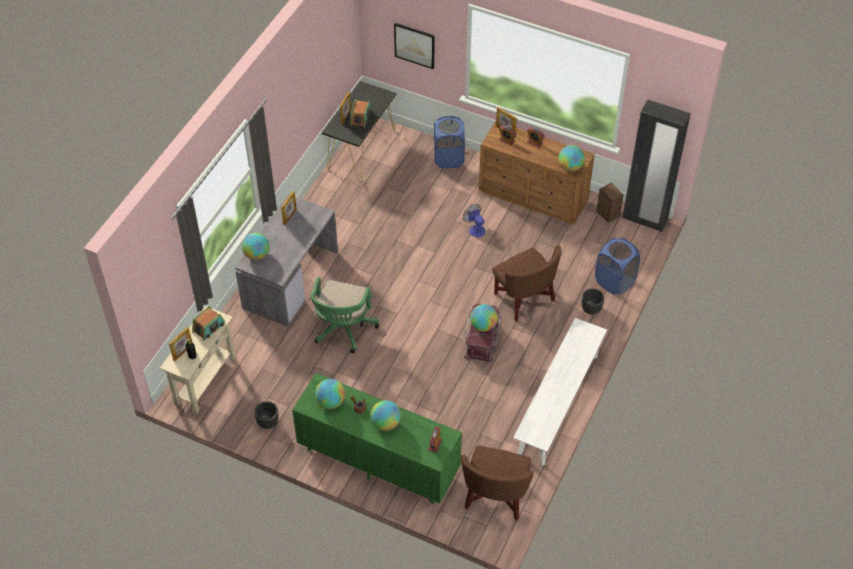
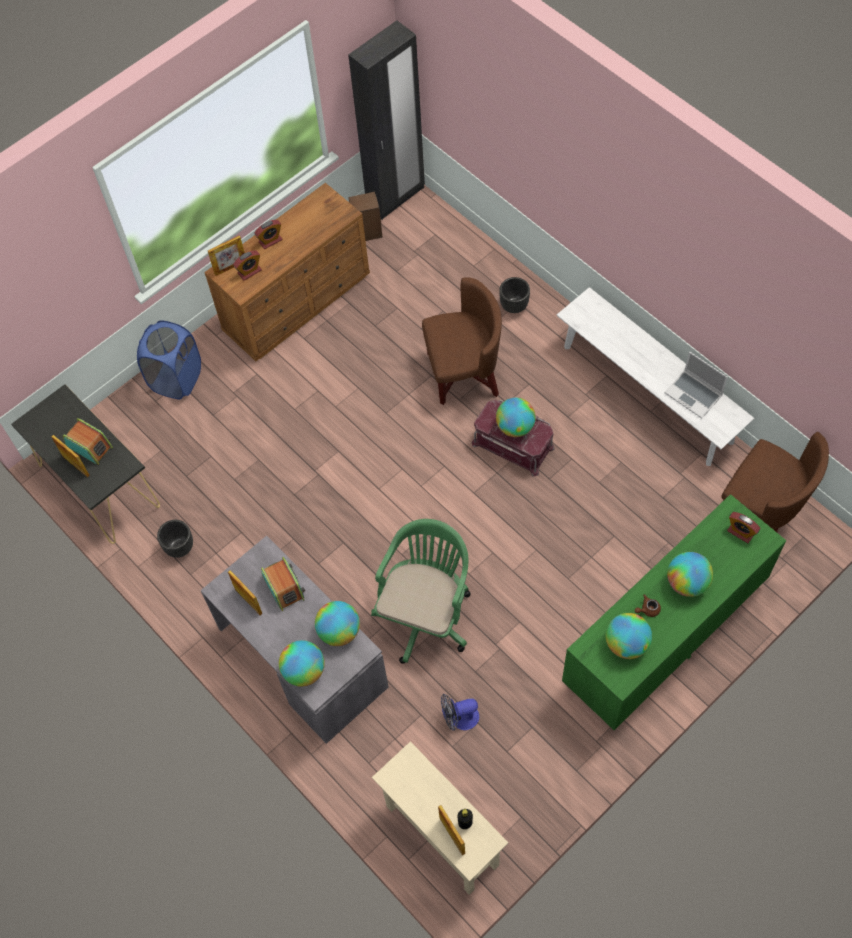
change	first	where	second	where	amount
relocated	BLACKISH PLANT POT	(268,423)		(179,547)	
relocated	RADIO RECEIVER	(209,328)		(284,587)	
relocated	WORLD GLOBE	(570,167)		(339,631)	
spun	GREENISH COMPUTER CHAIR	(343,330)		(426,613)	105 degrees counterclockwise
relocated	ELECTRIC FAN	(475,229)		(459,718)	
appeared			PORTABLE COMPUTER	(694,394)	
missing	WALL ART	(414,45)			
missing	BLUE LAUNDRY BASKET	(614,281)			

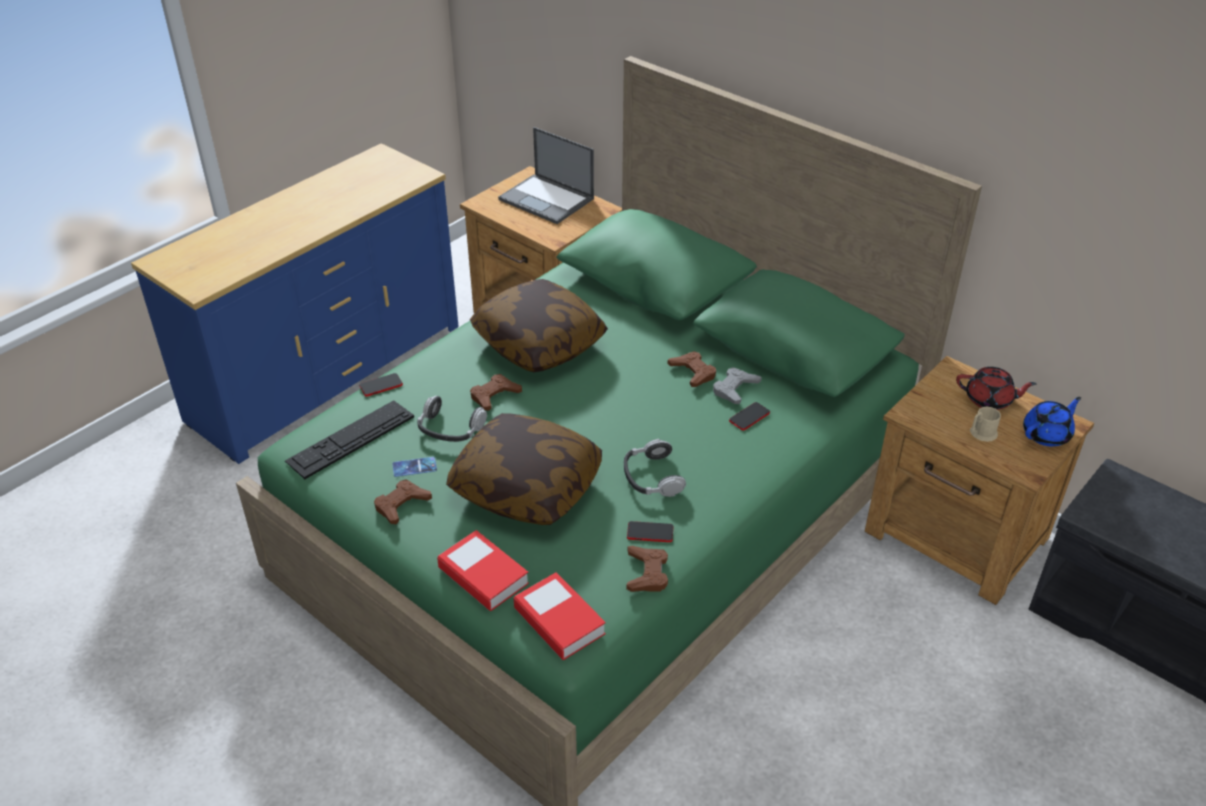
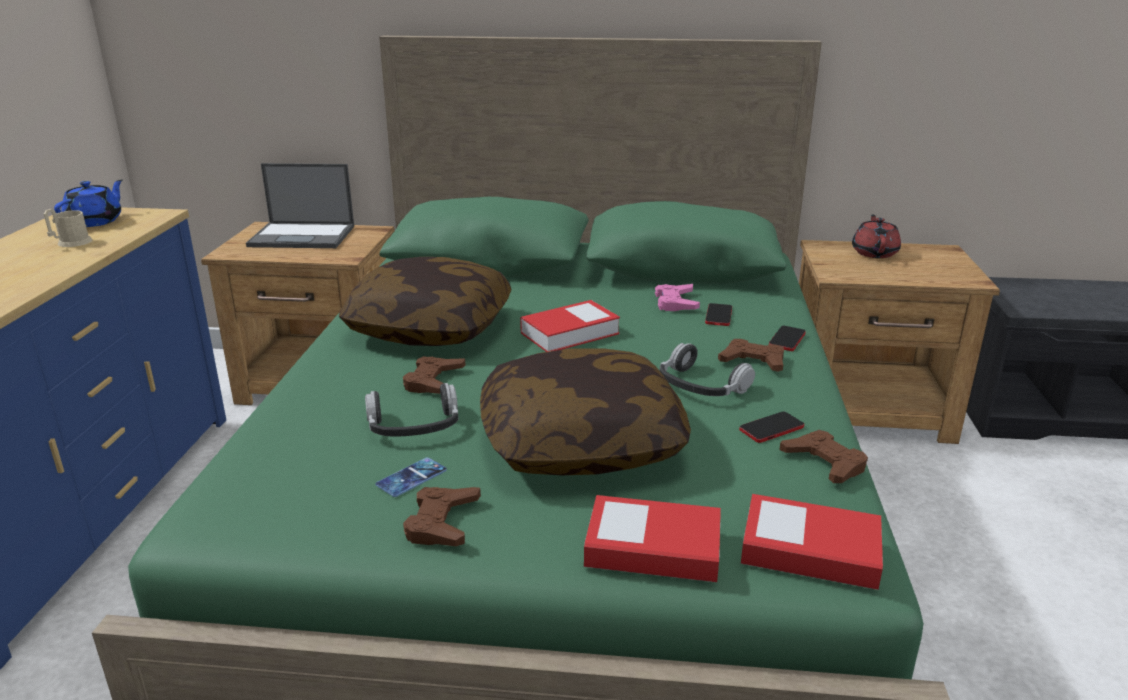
change	first	where	second	where	amount
relocated	BEIGE-COLOURED MUG	(981,434)		(70,243)	
relocated	BLUE TEA POT	(1047,434)		(96,221)	
appeared			BOOK	(570,333)	
colour	GRAY JOYPAD	(735,389)	PINK JOYPAD	(675,302)	
relocated	BROWNISH JOYPAD	(693,372)		(753,361)	
relocated	HANDSET	(381,385)		(787,339)	
spun	RED TEA POT	(989,400)		(874,253)	60 degrees counterclockwise
missing	COMPUTER KEYBOARD	(350,438)			

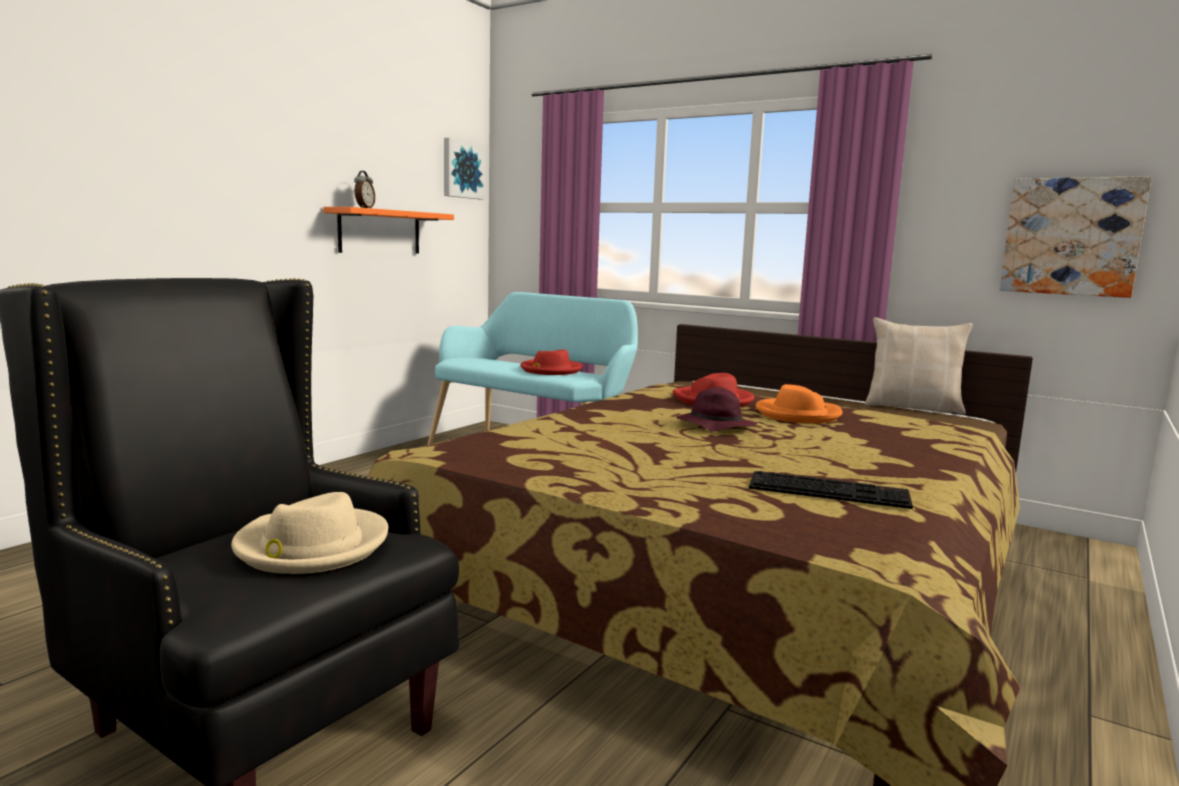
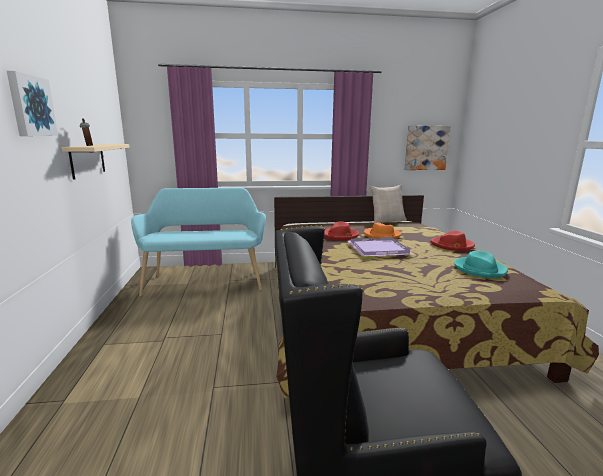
change	first	where	second	where	amount
relocated	WALL ART	(462,169)		(31,106)	
colour	ORANGE SHELF	(379,232)	BEIGE-COLOURED SHELF	(87,160)	
exchanged	PURPLE WEARABLE HAT	(714,426)	PURPLE SERVING TRAY	(378,250)	
relocated	RED WEARABLE HAT	(550,370)		(452,245)	
exchanged	COMPUTER KEYBOARD	(830,490)	TURQUOISE WEARABLE HAT	(480,269)	
missing	BEIGE-COLOURED WEARABLE HAT	(311,546)			

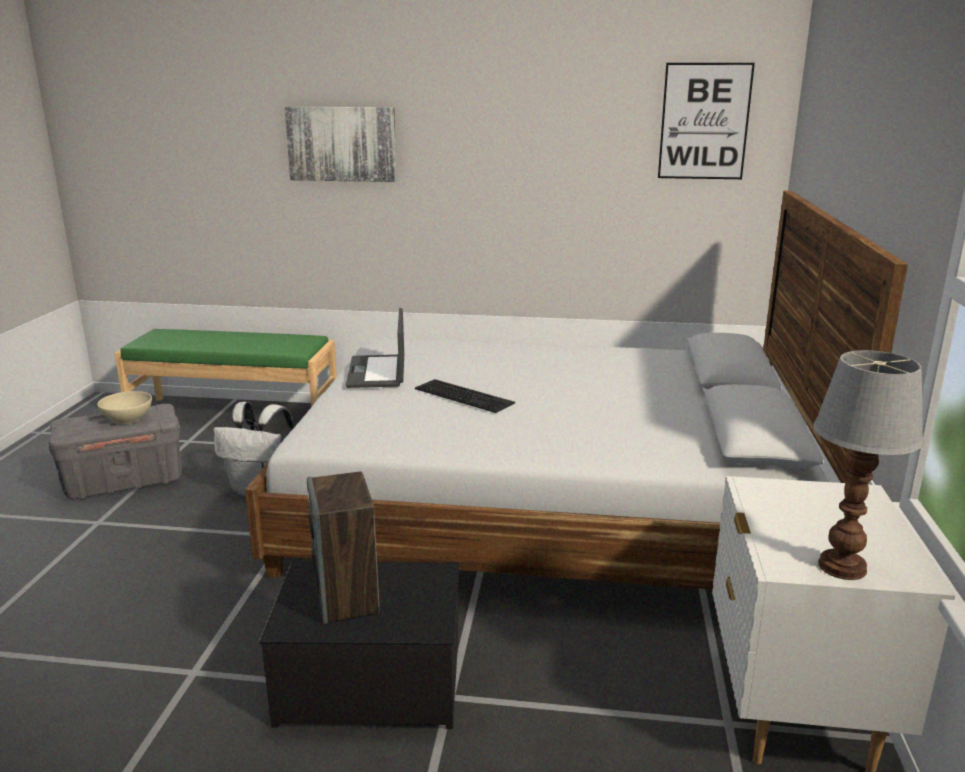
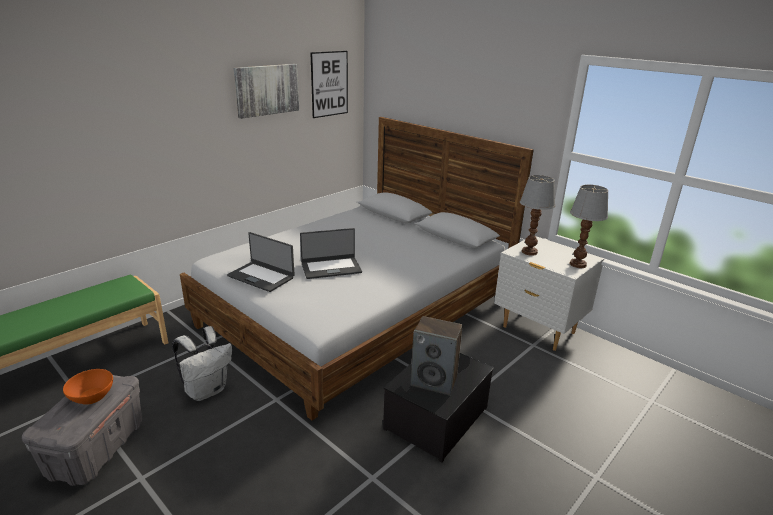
change	first	where	second	where	amount
colour	BEIGE-COLOURED SERVING BOWL	(128,418)	ORANGE SERVING BOWL	(92,396)	
relocated	WALL ART	(342,144)		(267,90)	
exchanged	COMPUTER KEYBOARD	(465,395)	PORTABLE COMPUTER	(331,268)	
appeared			TABLE LAMP	(528,252)	

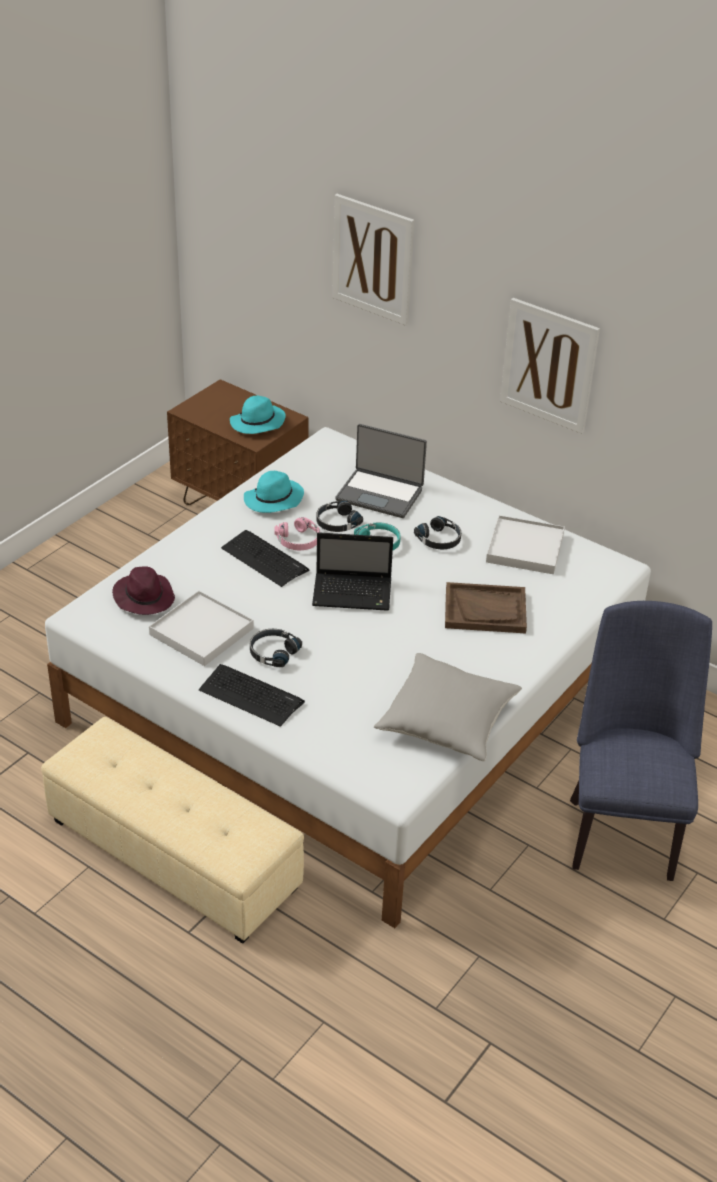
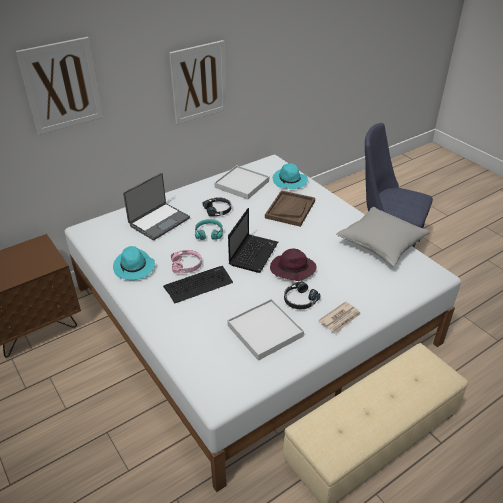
change	first	where	second	where	amount
relocated	PURPLE WEARABLE HAT	(143,597)		(292,269)	
relocated	TURQUOISE WEARABLE HAT	(257,423)		(290,181)	
exchanged	COMPUTER KEYBOARD	(251,696)	PRINTED PAPER	(340,319)	
missing	BLACKISH HEADSET	(337,522)			

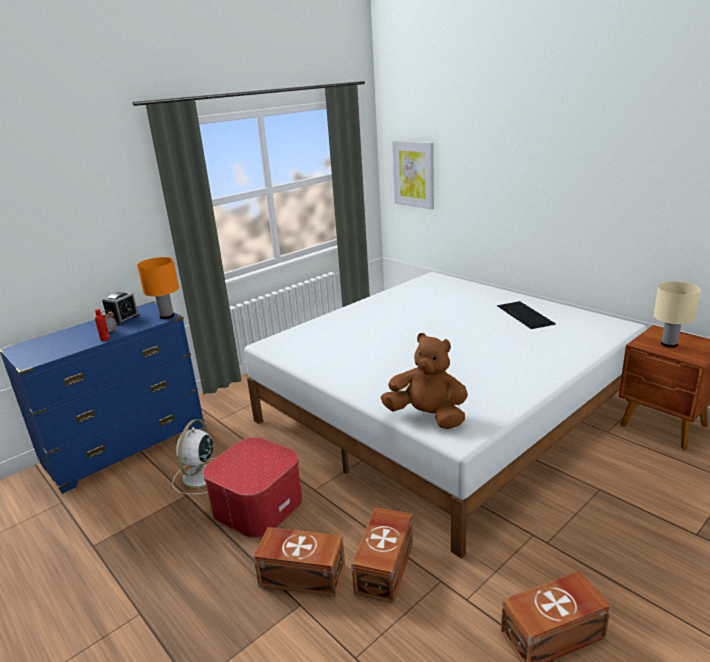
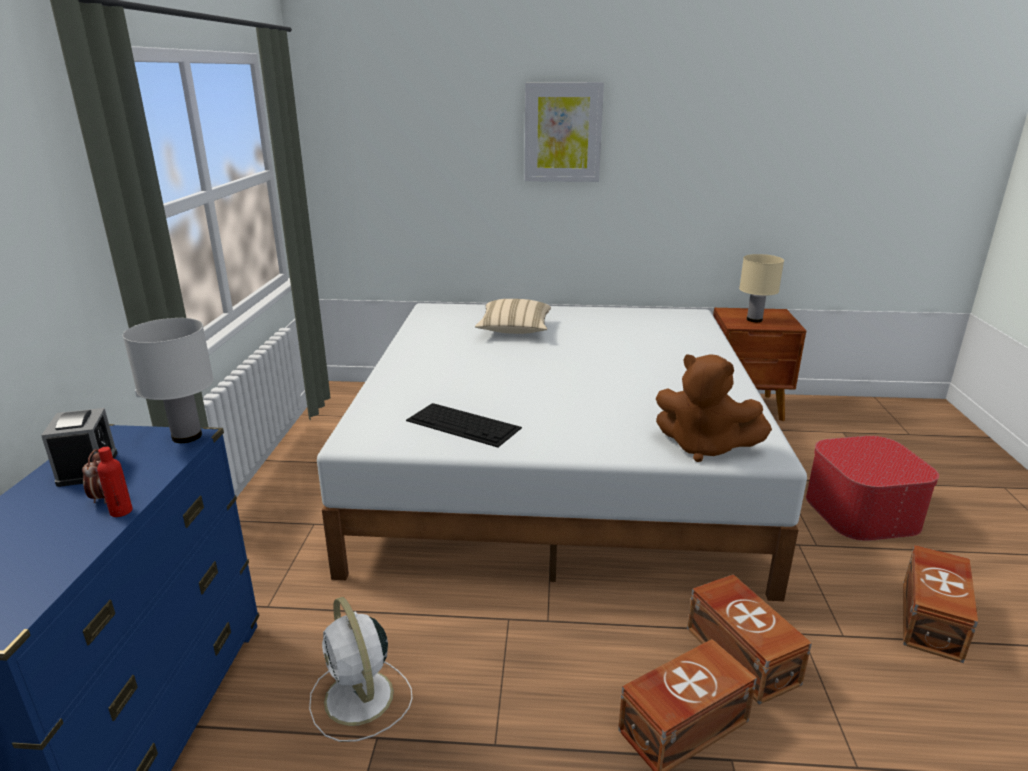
change	first	where	second	where	amount
colour	ORANGE TABLE LAMP	(167,316)	WHITE TABLE LAMP	(188,436)	
relocated	COMPUTER KEYBOARD	(525,315)		(464,424)	
appeared			BEIGE-COLOURED PILLOW	(514,330)	
relocated	WALL ART	(414,174)		(563,132)	
spun	BROWNISH PLUSH TOY	(427,416)		(703,447)	135 degrees counterclockwise
relocated	FOOTREST	(257,504)		(861,511)	

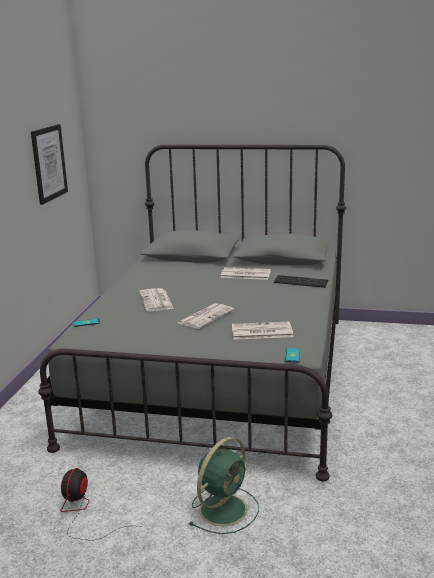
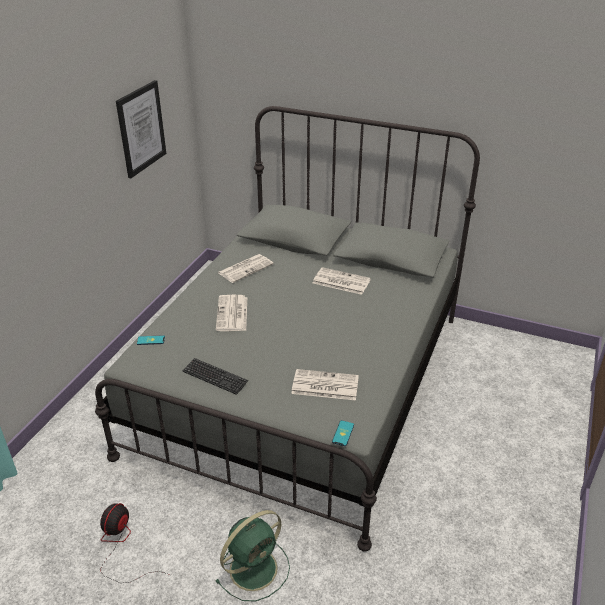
change	first	where	second	where	amount
relocated	COMPUTER KEYBOARD	(300,282)		(215,377)	
relocated	PRINTED PAPER	(206,316)		(246,268)	

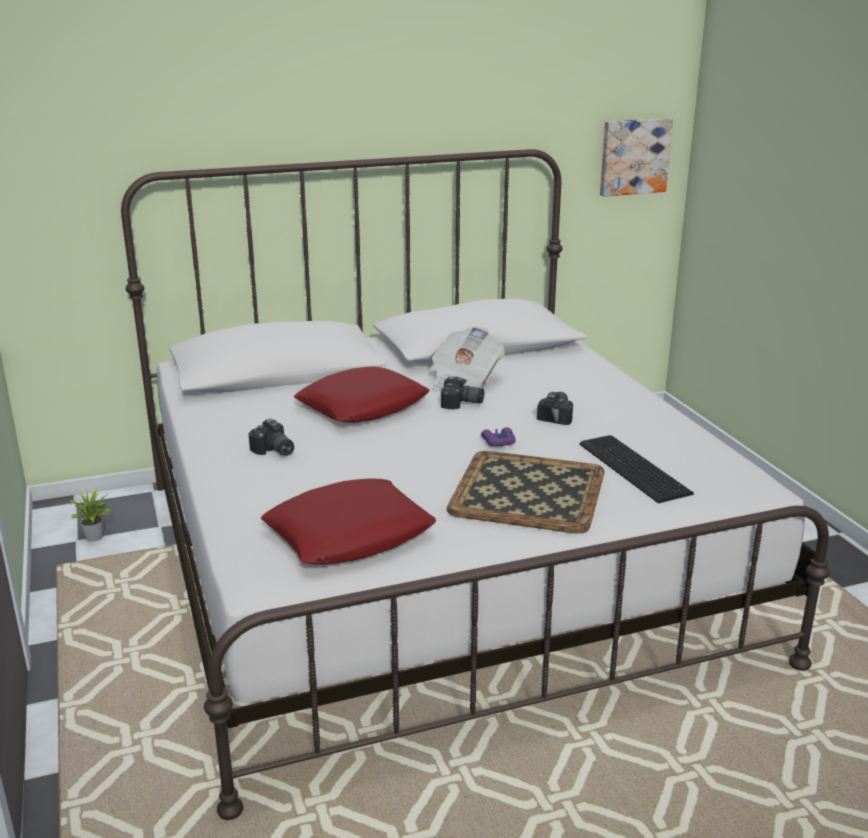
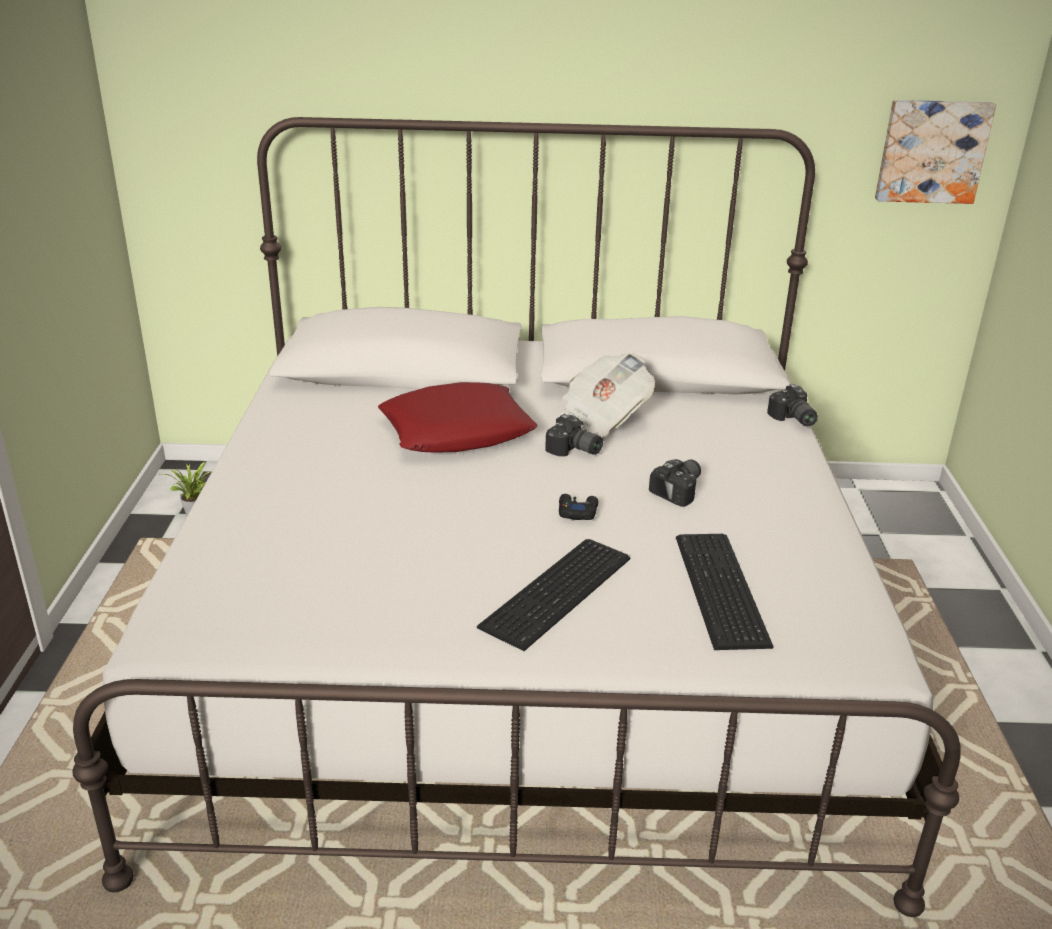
change	first	where	second	where	amount
exchanged	SERVING TRAY	(529,491)	COMPUTER KEYBOARD	(561,592)	
colour	PURPLE JOYPAD	(498,441)	BLACKISH JOYPAD	(577,511)	
relocated	PHOTO CAMERA	(273,451)		(792,419)	
missing	RED PILLOW	(349,534)			

